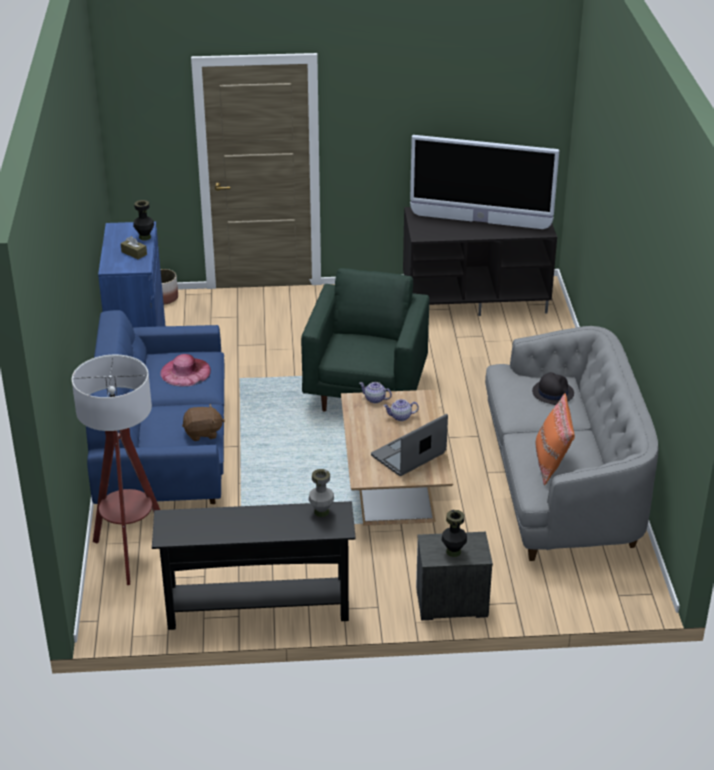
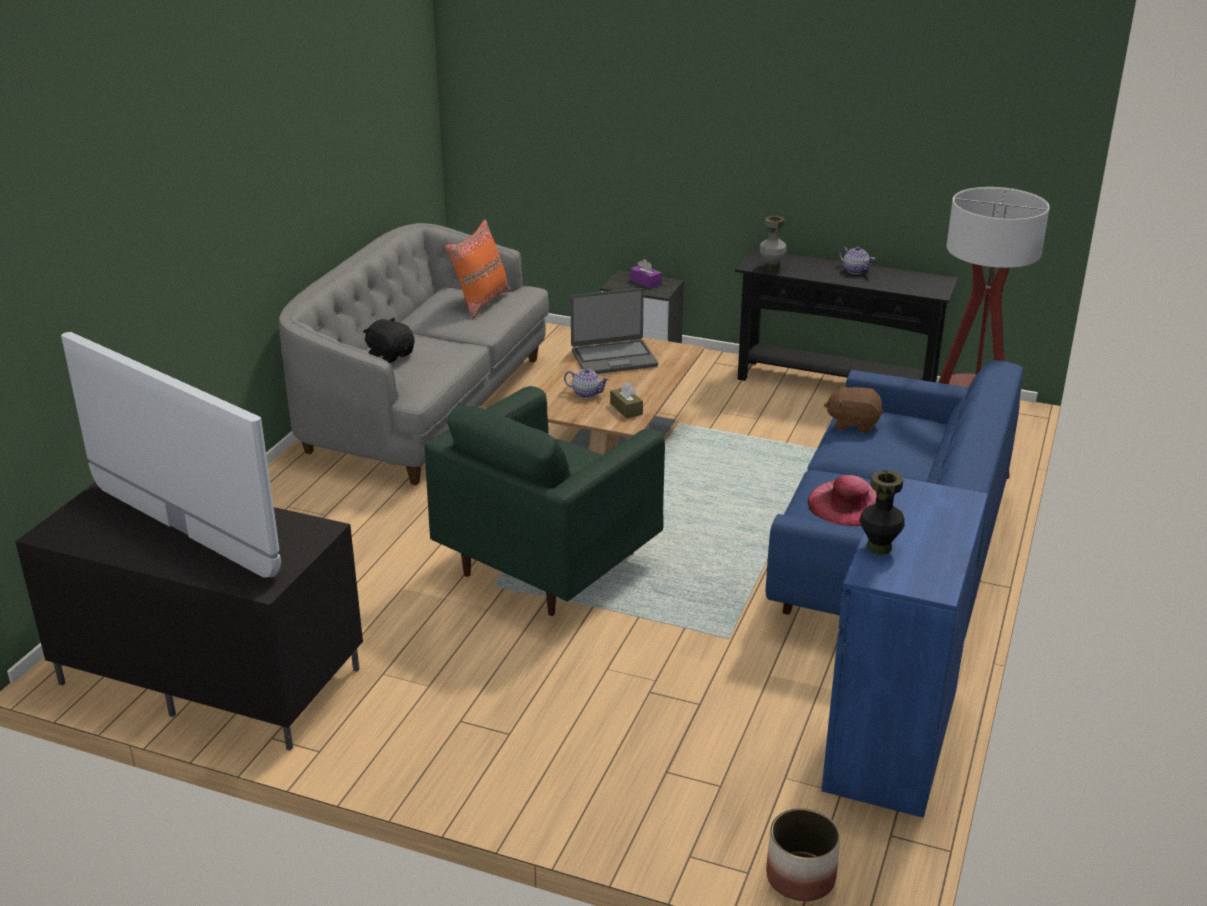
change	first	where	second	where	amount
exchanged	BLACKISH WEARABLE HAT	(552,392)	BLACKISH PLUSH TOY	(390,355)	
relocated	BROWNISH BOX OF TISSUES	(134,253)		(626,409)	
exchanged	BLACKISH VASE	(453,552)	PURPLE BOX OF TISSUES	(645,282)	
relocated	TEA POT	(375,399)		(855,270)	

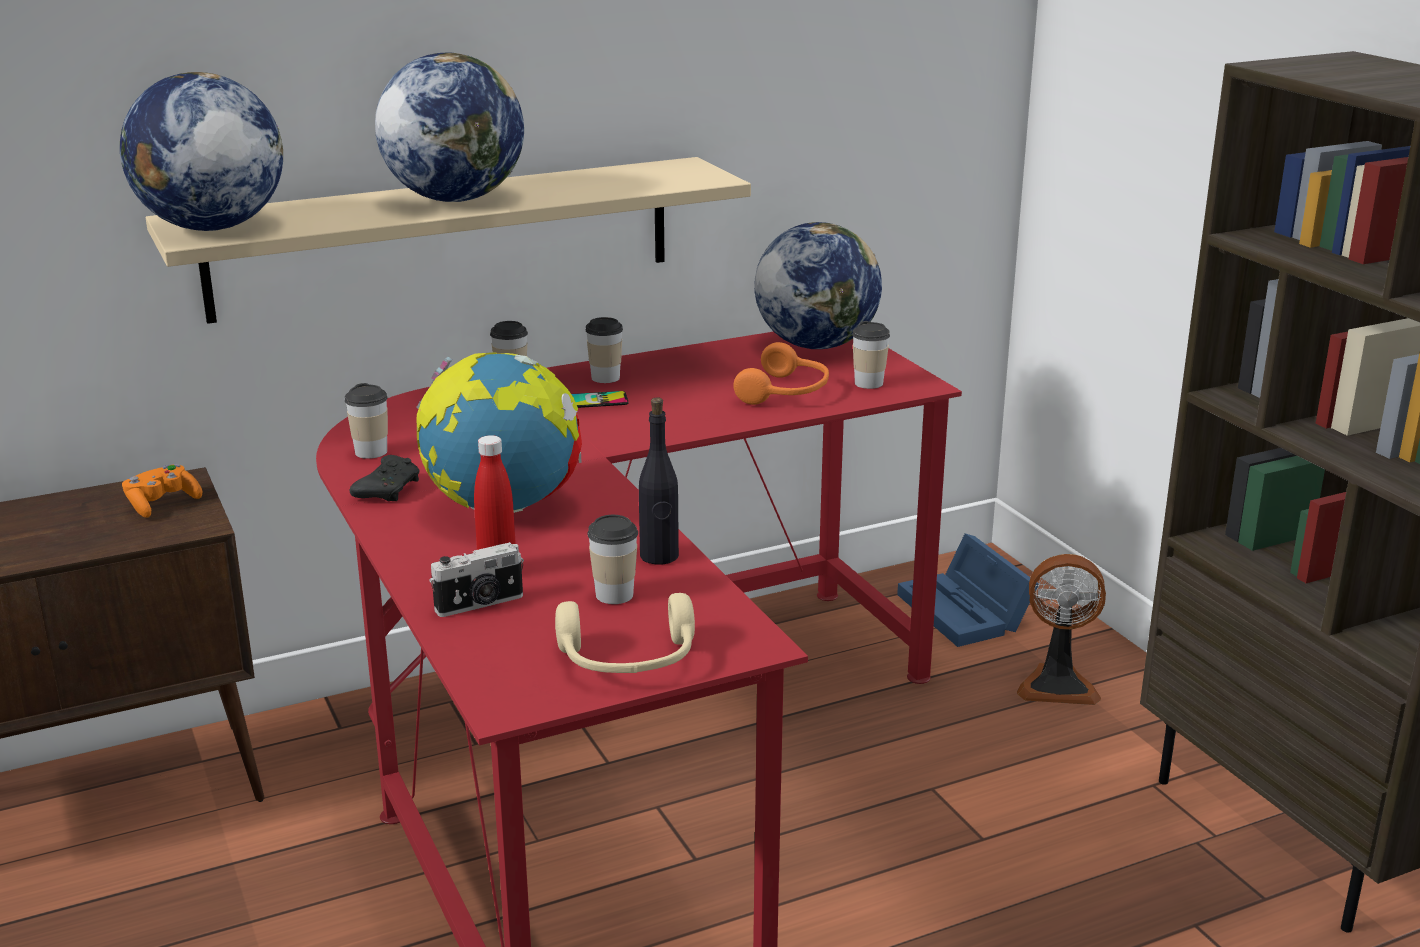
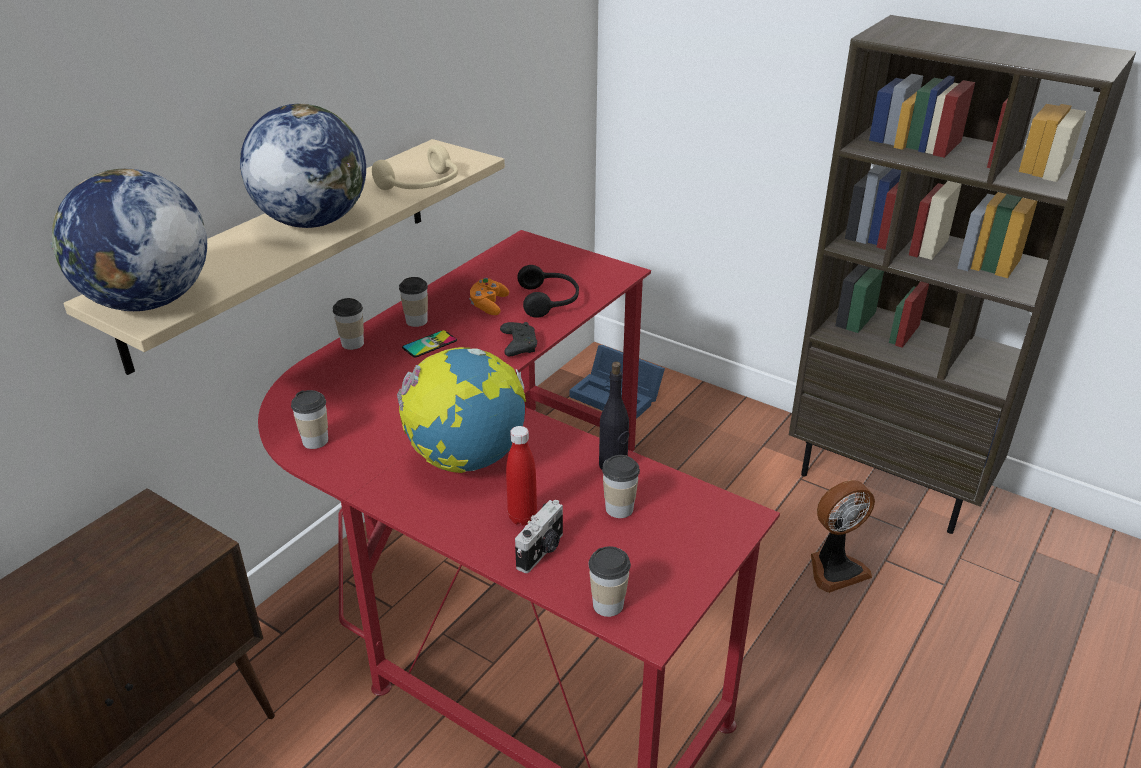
change	first	where	second	where	amount
relocated	BEIGE-COLOURED HEADSET	(628,661)		(422,186)	
relocated	ORANGE JOYPAD	(162,504)		(488,305)	
relocated	BLACKISH JOYPAD	(389,489)		(518,345)	
colour	ORANGE HEADSET	(786,393)	BLACKISH HEADSET	(549,301)	
relocated	SMALL CUP	(868,383)		(608,605)	
relocated	ELECTRIC FAN	(1057,685)		(835,568)	
missing	WORLD GLOBE	(816,345)			

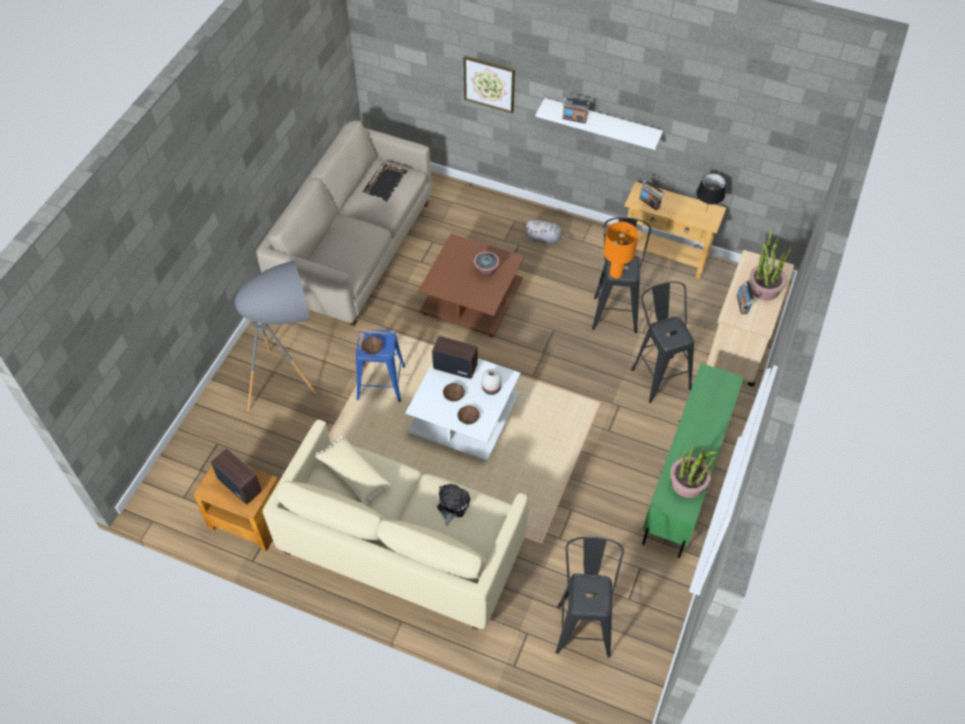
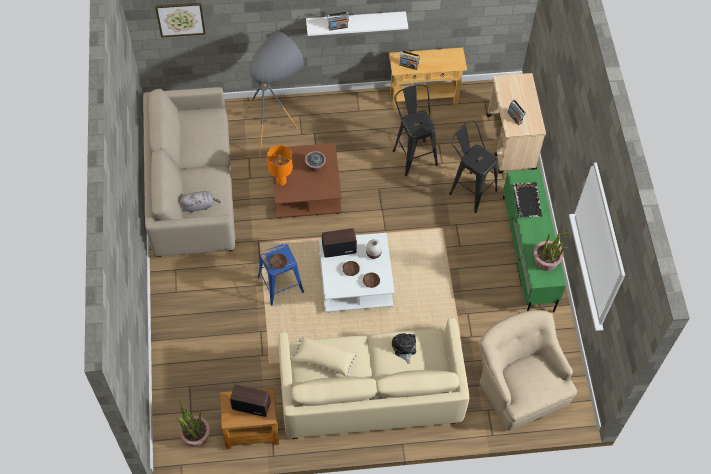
change	first	where	second	where	amount
relocated	WALL ART	(489,84)		(180,19)	
relocated	HOUSEPLANT	(764,288)		(195,434)	
relocated	GRAY PLUSH TOY	(545,239)		(199,205)	
relocated	GRAY STANDARD LAMP	(292,381)		(275,127)	
relocated	ORANGE TABLE LAMP	(615,273)		(281,181)	
exchanged	BLACKISH STOOL	(584,623)	BEIGE-COLOURED LOUNGE CHAIR	(519,385)	
relocated	BLACKISH SERVING TRAY	(385,183)		(527,200)	
missing	BLACKISH TABLE LAMP	(706,212)			

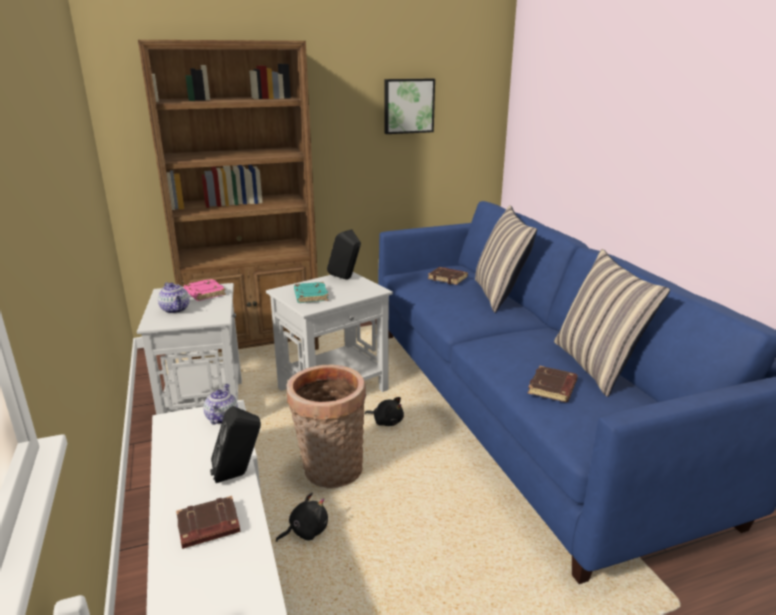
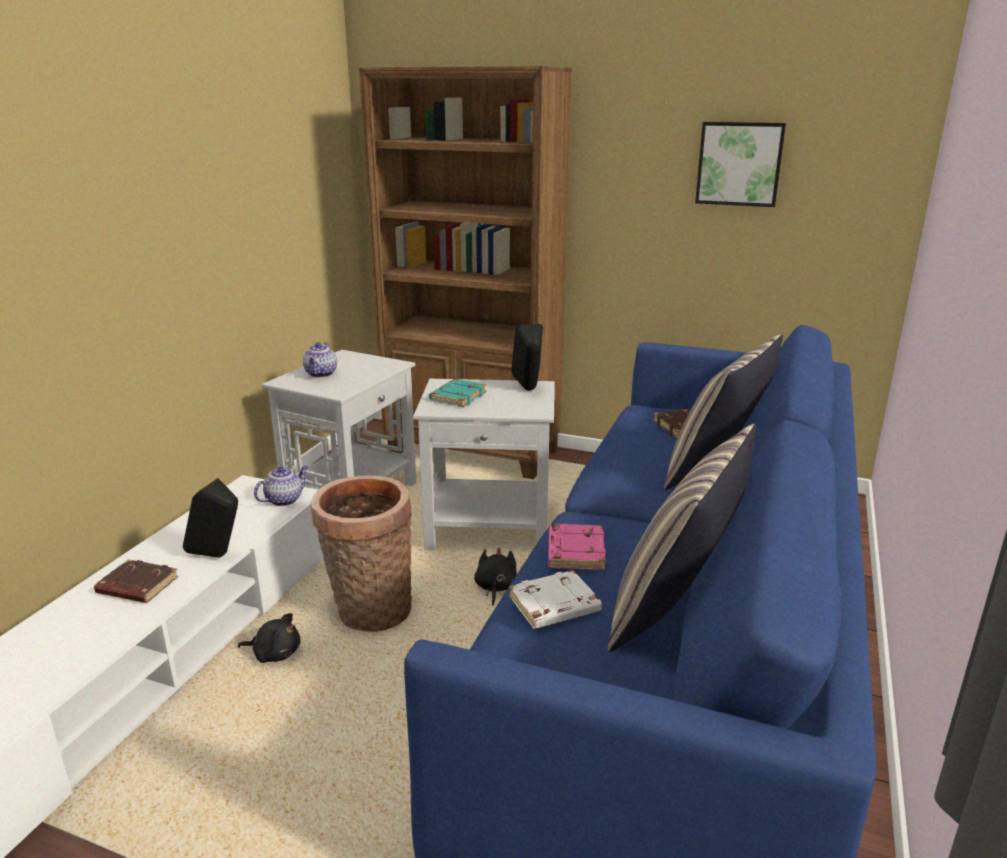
change	first	where	second	where	amount
spun	BLACKISH PLUSH TOY	(386,421)		(495,588)	150 degrees counterclockwise
colour	BROWNISH BOOK	(553,388)	WHITE BOOK	(554,606)	
relocated	PINK BOOK	(204,293)		(574,552)	

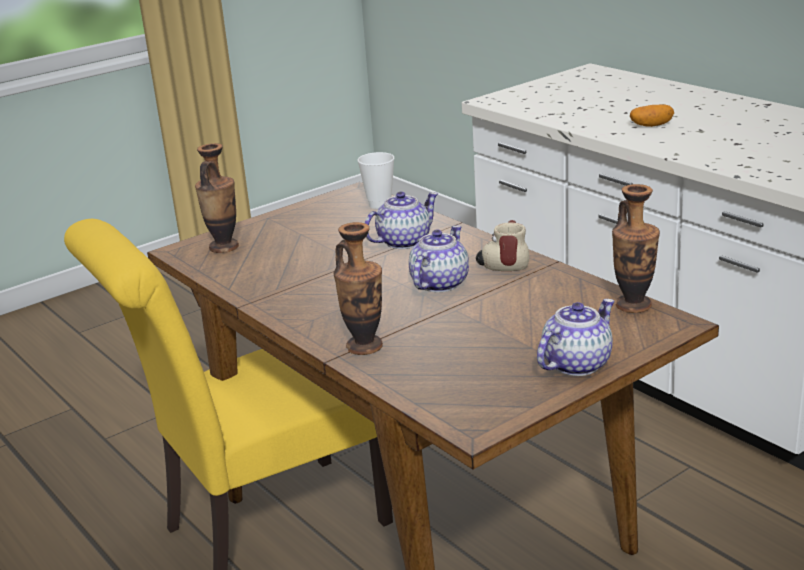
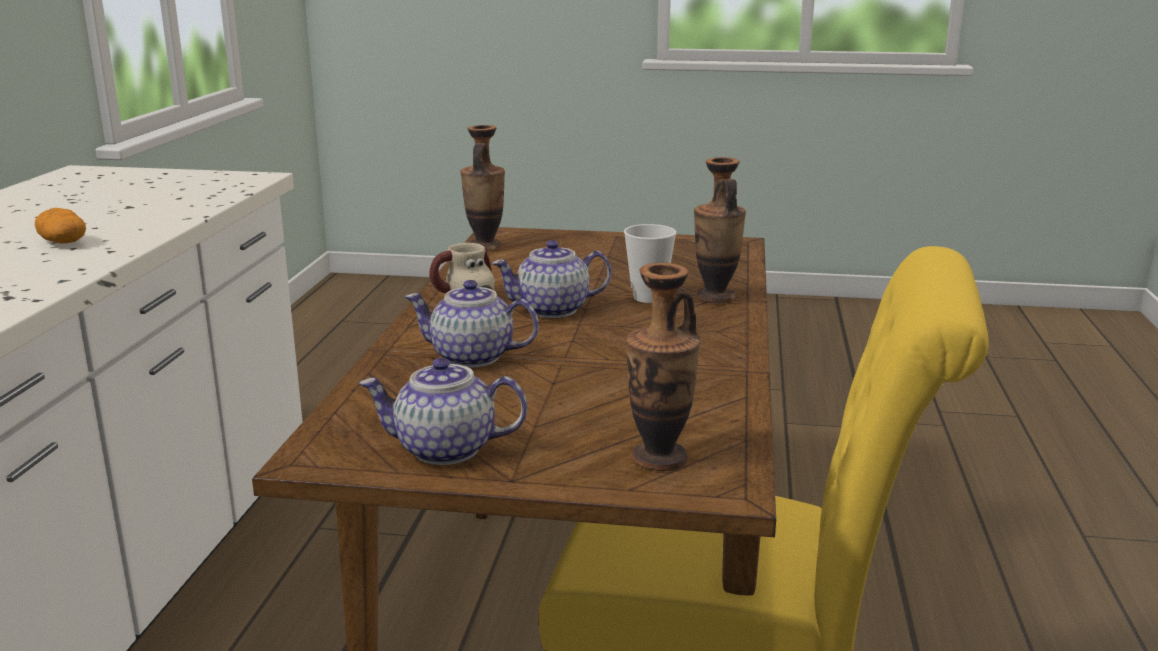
change	first	where	second	where	amount
relocated	TEA POT	(576,364)		(444,450)	
relocated	SMALL CUP	(379,204)		(648,297)	

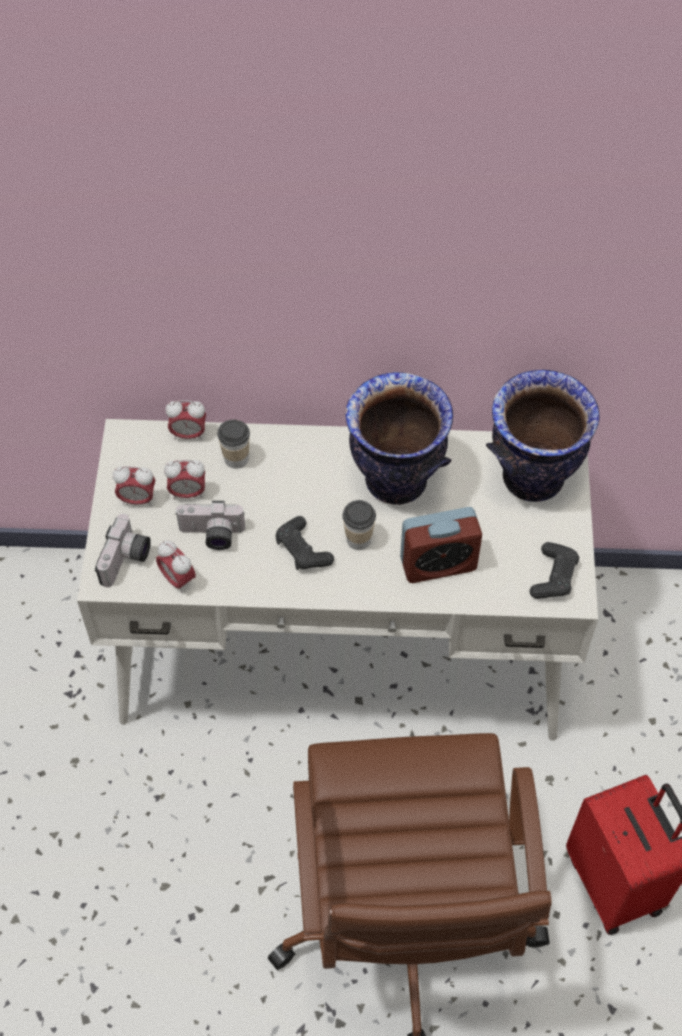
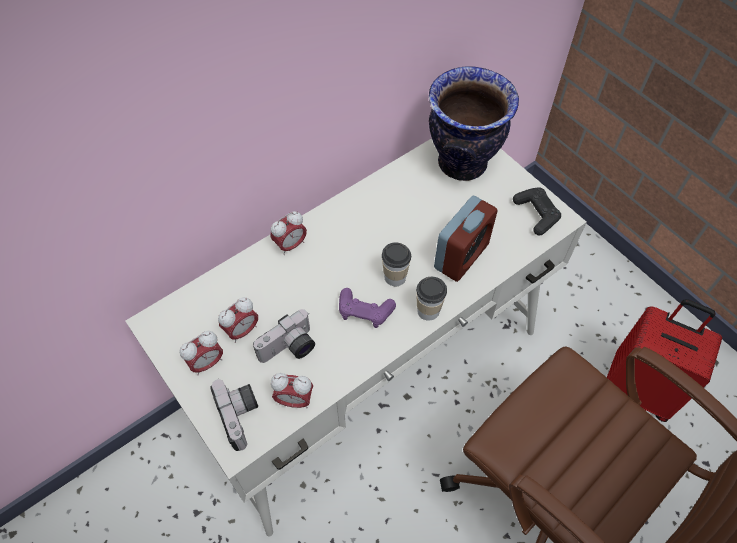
change	first	where	second	where	amount
relocated	ALARM CLOCK	(188,434)		(290,245)	
colour	BLACKISH JOYPAD	(302,550)	PURPLE JOYPAD	(365,311)	
relocated	SMALL CUP	(236,458)		(428,310)	
missing	VASE	(397,480)			

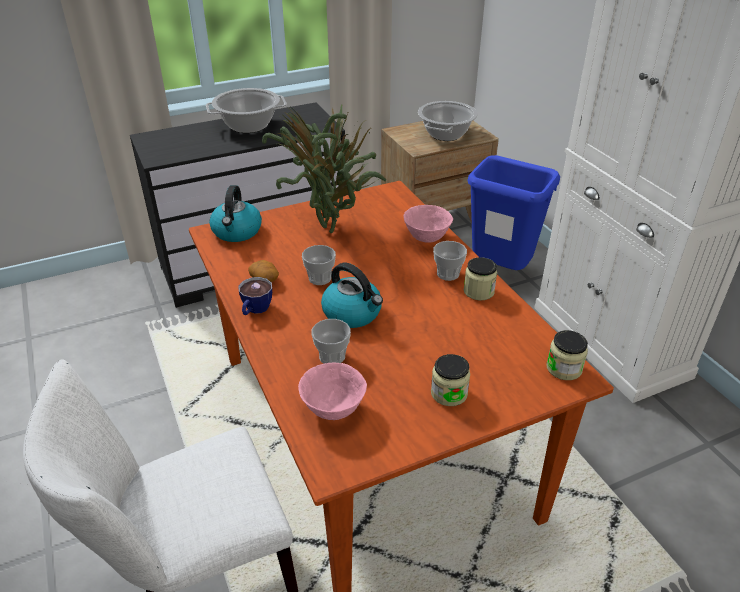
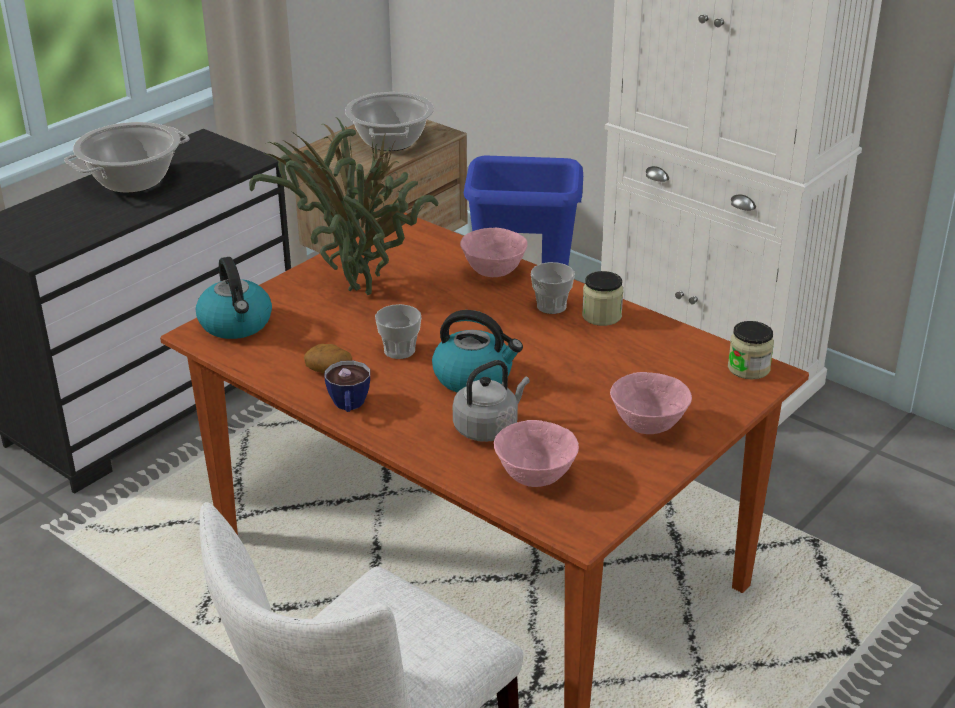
change	first	where	second	where	amount
exchanged	SMALL CUP	(332,356)	GRAY WATER KETTLE	(488,428)	
exchanged	PRESERVE JAR	(449,393)	PINK SERVING BOWL	(648,426)	

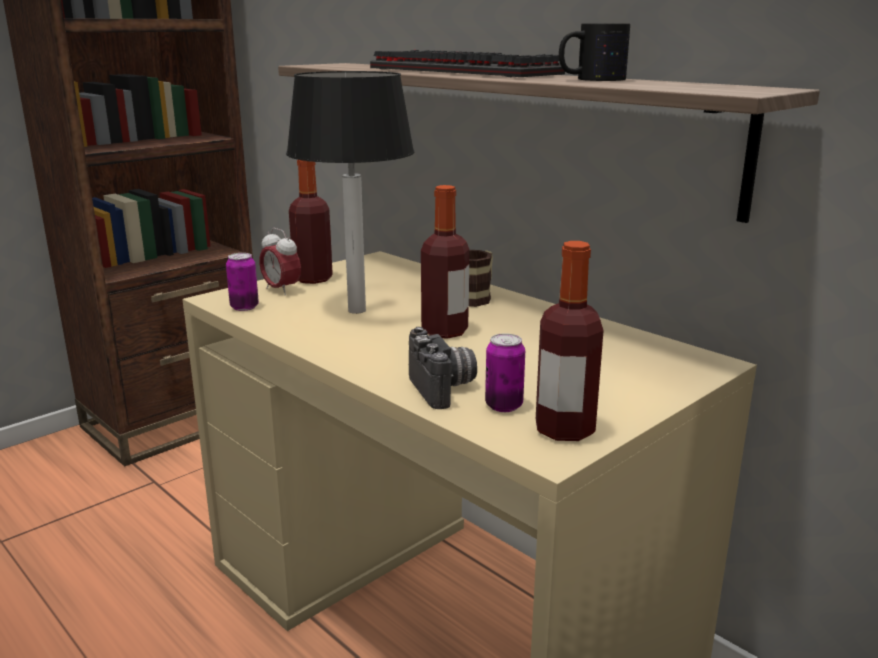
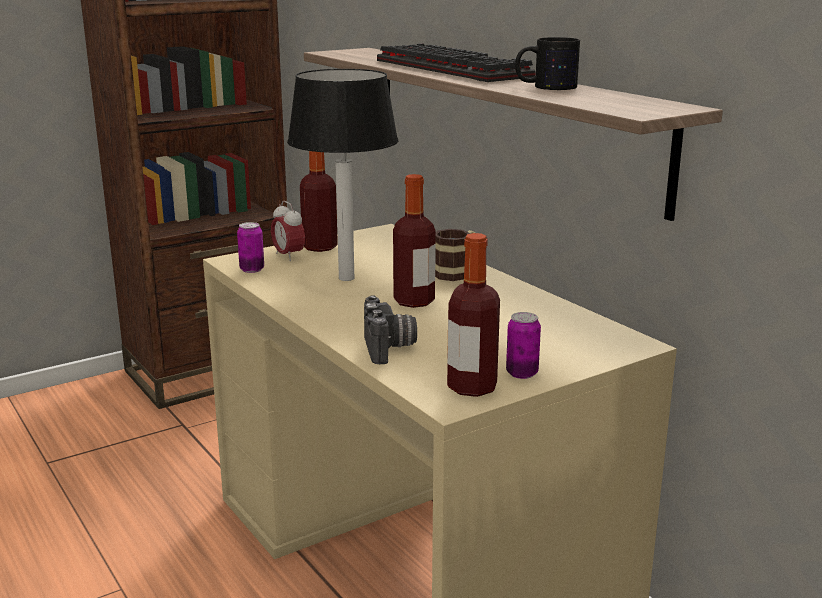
change	first	where	second	where	amount
relocated	METAL CAN	(504,406)		(522,373)	

